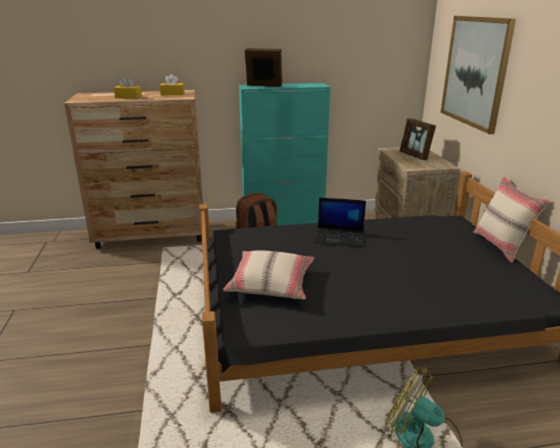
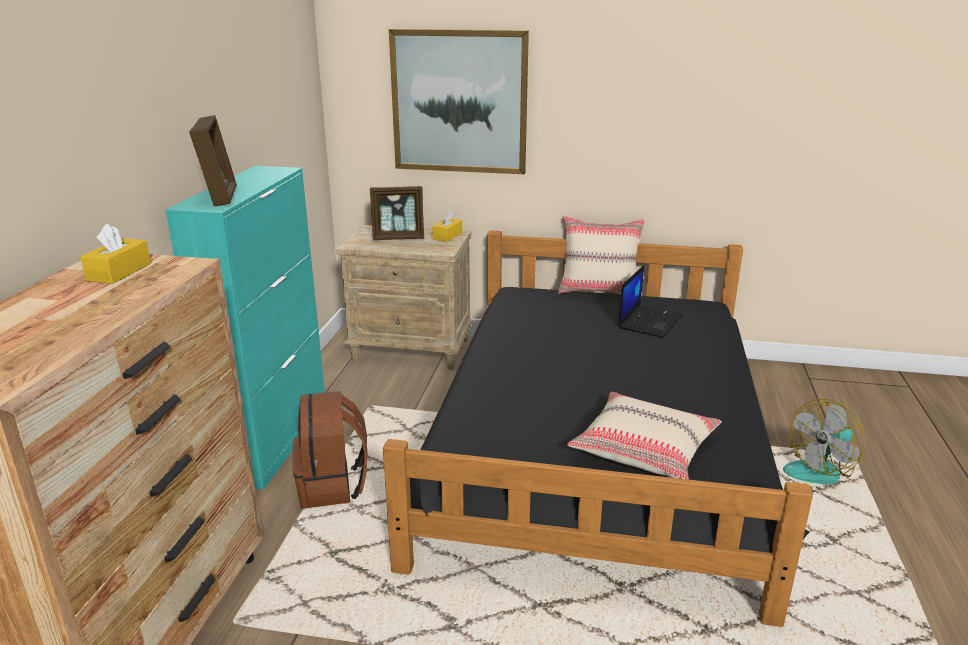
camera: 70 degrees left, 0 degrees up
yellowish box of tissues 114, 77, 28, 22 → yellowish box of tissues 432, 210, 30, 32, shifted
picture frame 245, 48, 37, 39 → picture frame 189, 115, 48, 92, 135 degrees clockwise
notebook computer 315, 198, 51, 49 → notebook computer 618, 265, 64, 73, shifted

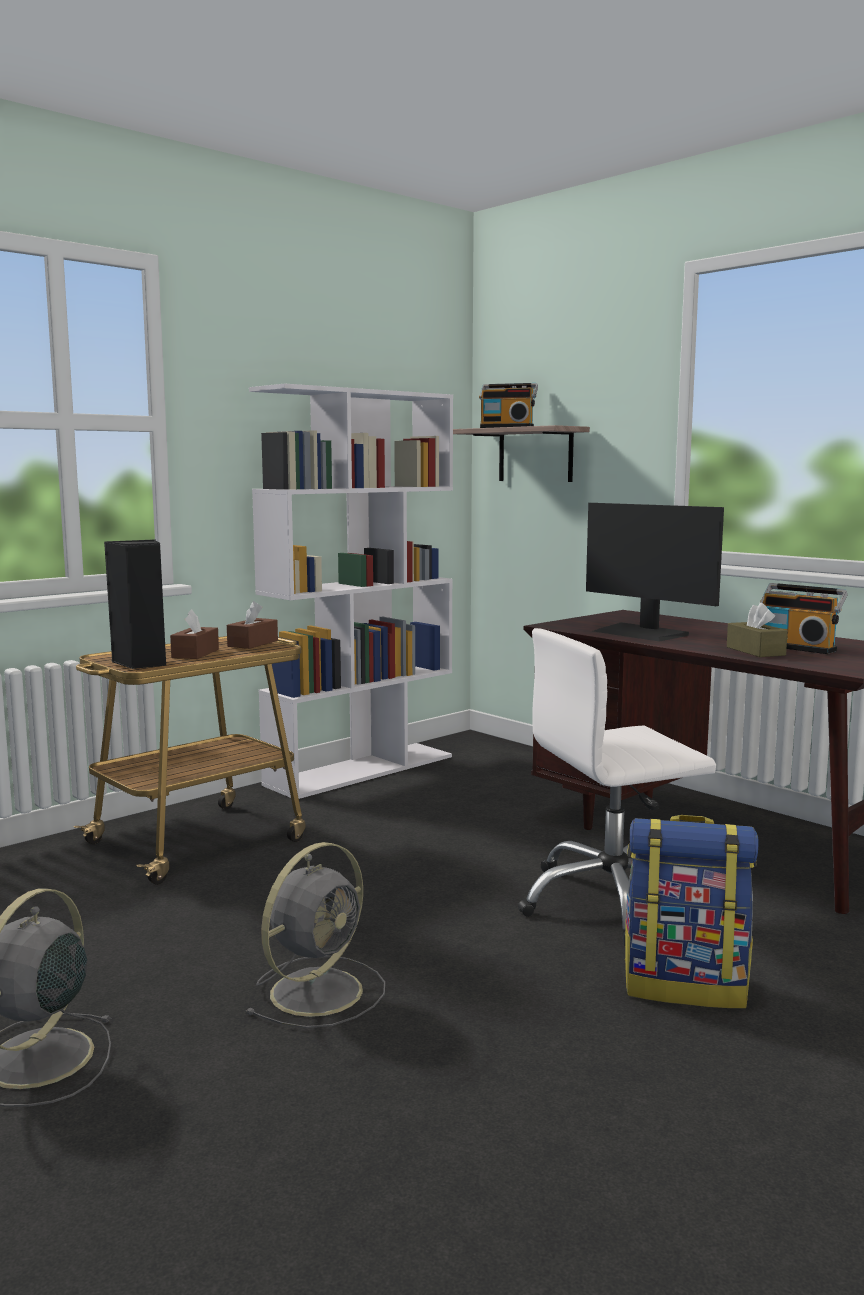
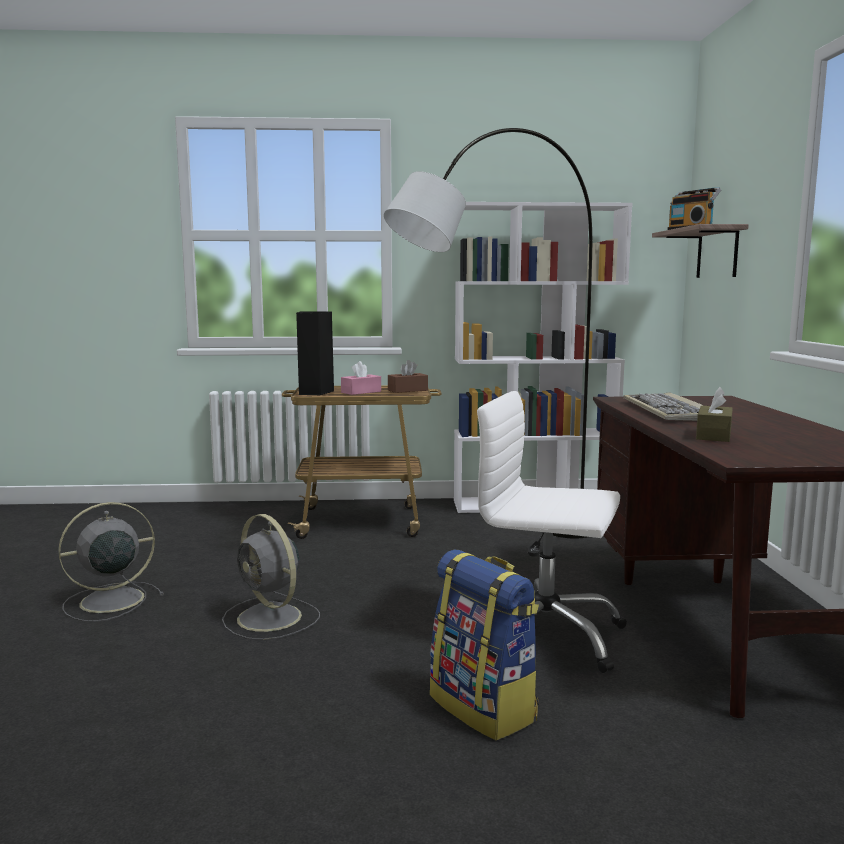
camera: 40 degrees right, 0 degrees up
brownish box of tissues 170, 609, 49, 50 → pink box of tissues 341, 361, 40, 34
greyish fan 245, 842, 140, 186 → greyish fan 222, 514, 98, 126, 60 degrees clockwise
computer screen 586, 503, 138, 139 → computer keyboard 623, 392, 81, 29
radio 760, 583, 88, 71 → -
- → greyish floor lamp 384, 128, 208, 411

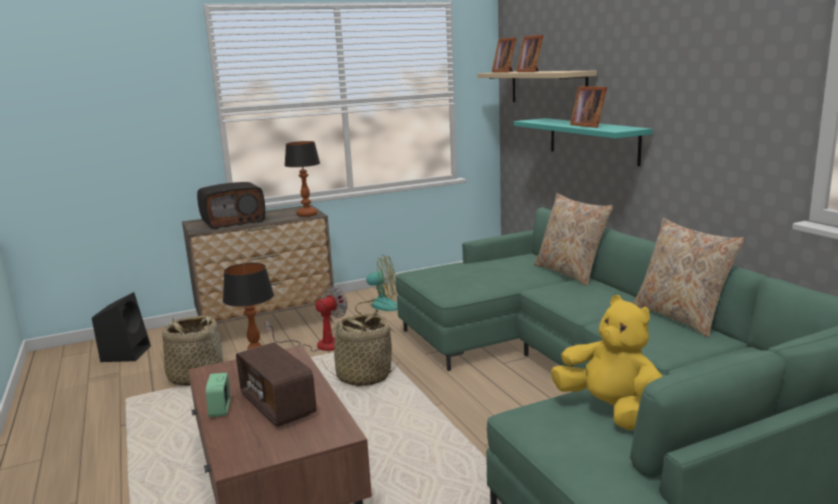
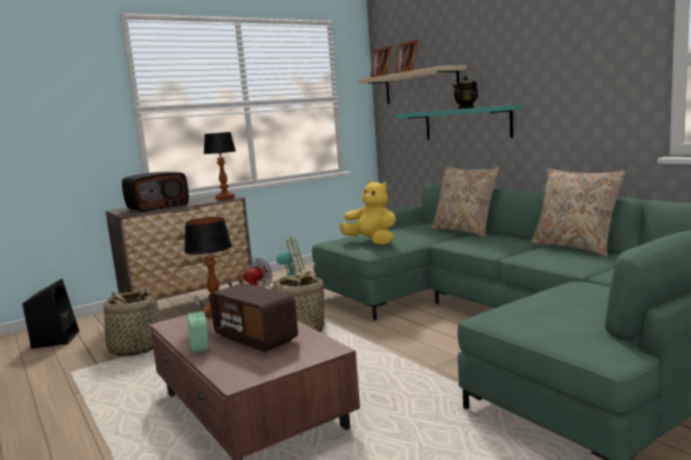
camera: 10 degrees left, 5 degrees down
yellowish soft toy 551, 295, 112, 135 → yellowish soft toy 340, 180, 56, 65, shifted
picture frame 570, 86, 37, 42 → pot for tea 453, 76, 25, 33

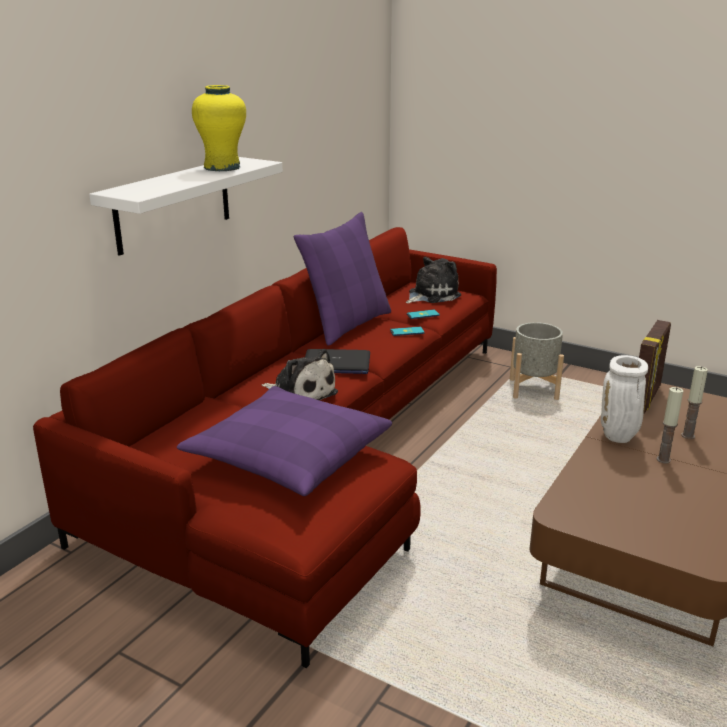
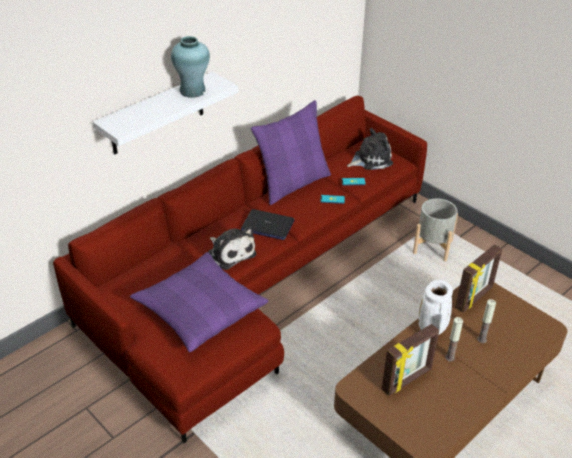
camera: 15 degrees right, 15 degrees up
yellowish flower vase 192, 85, 54, 86 → turquoise-coloured flower vase 171, 36, 39, 62
- → picture frame 382, 324, 57, 72

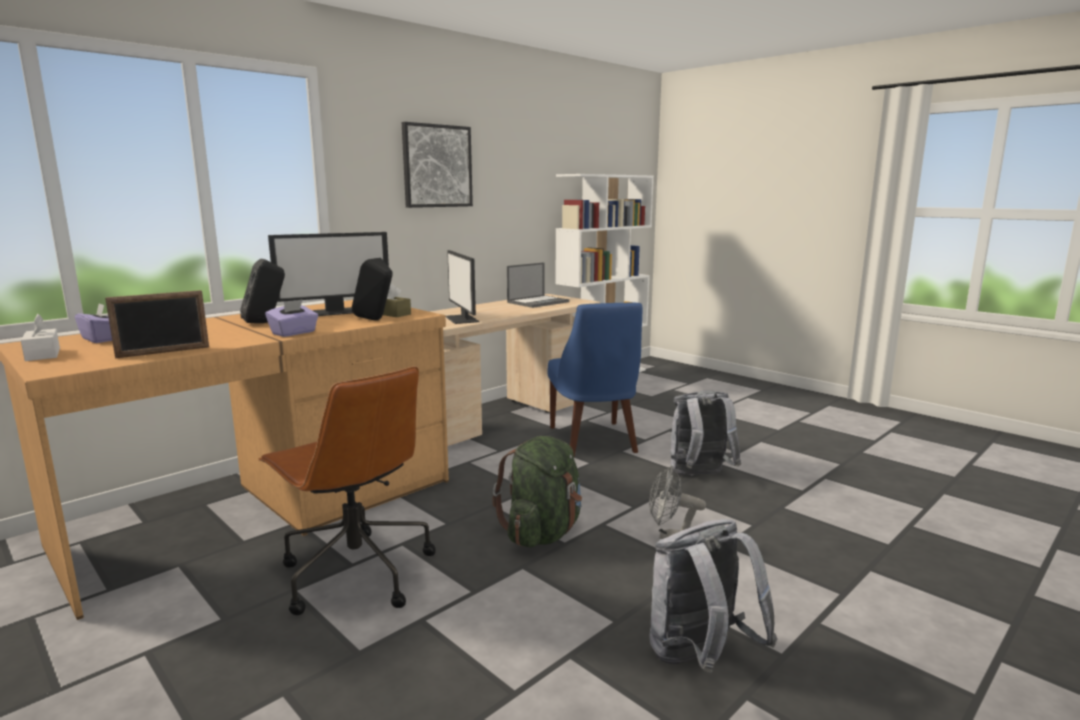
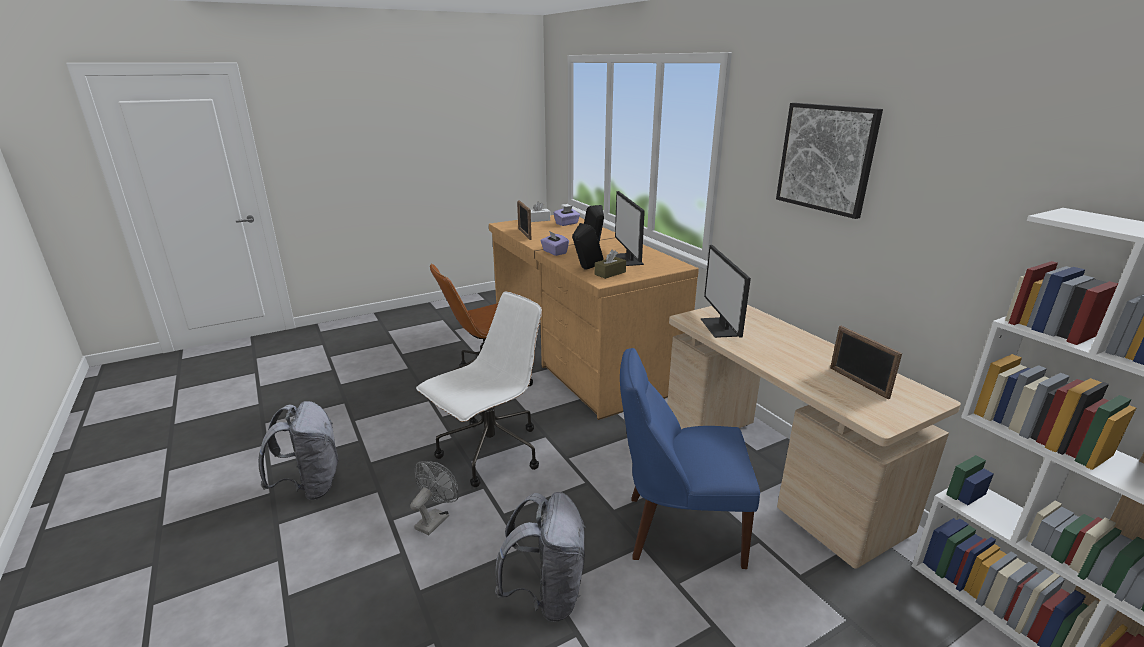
camera: 105 degrees right, 10 degrees up
computer screen 446, 250, 33, 74 → computer screen 701, 245, 50, 93, 90 degrees counterclockwise
green-coloured knapsack 492, 436, 90, 112 → whitish desk chair 416, 292, 126, 195
notebook computer 507, 262, 62, 46 → picture frame 830, 326, 72, 73

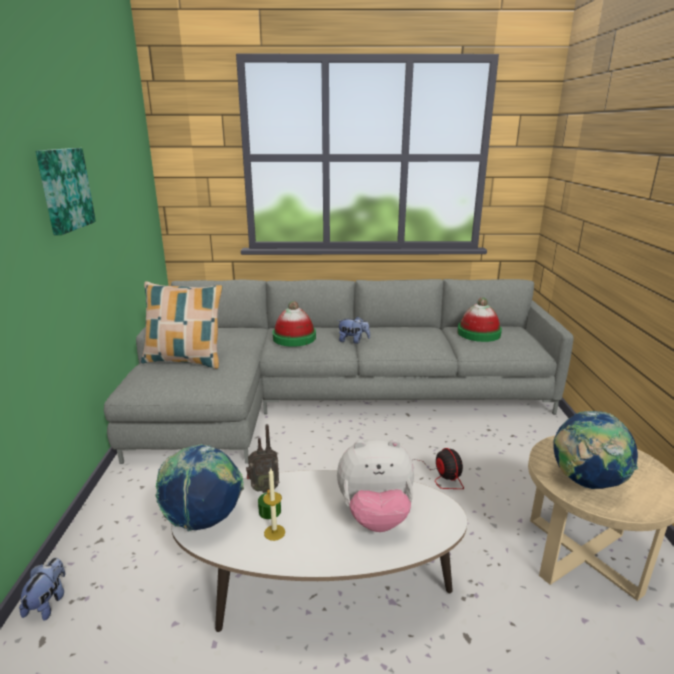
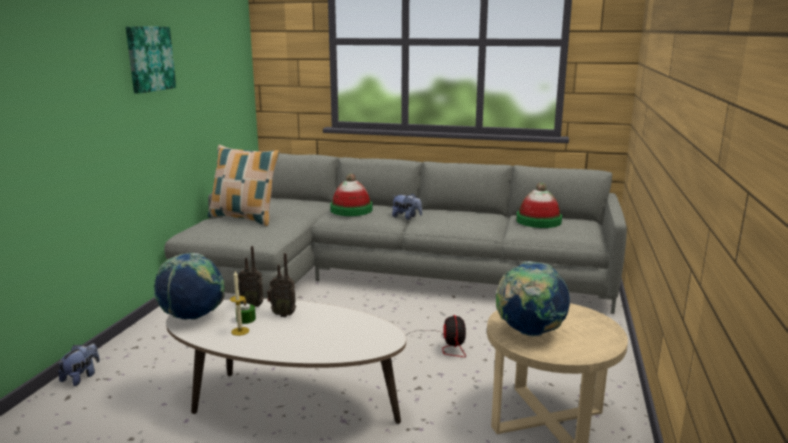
camera: 15 degrees right, 5 degrees down
soft toy 337, 438, 77, 94 → -
- → radio 267, 253, 29, 64

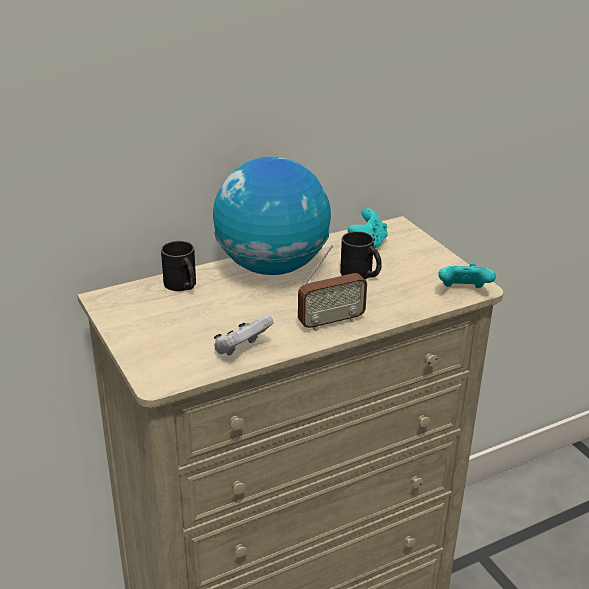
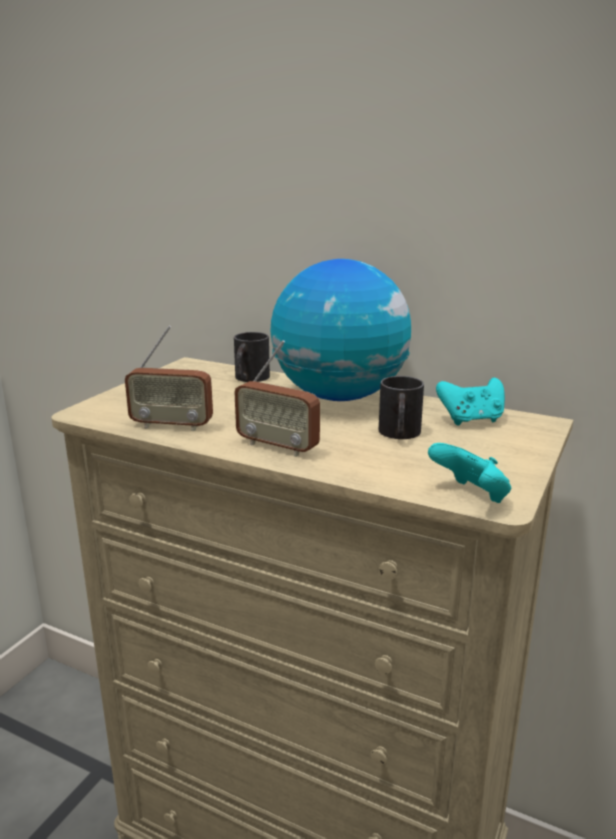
camera: 55 degrees right, 10 degrees down
whitish gamepad 214, 315, 59, 41 → radio 125, 326, 88, 105

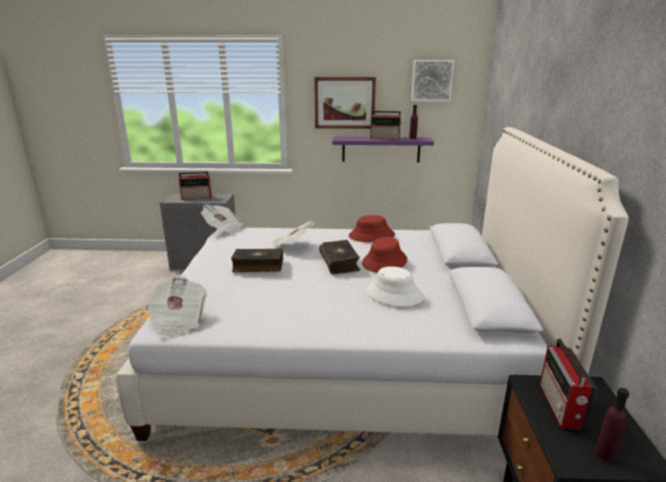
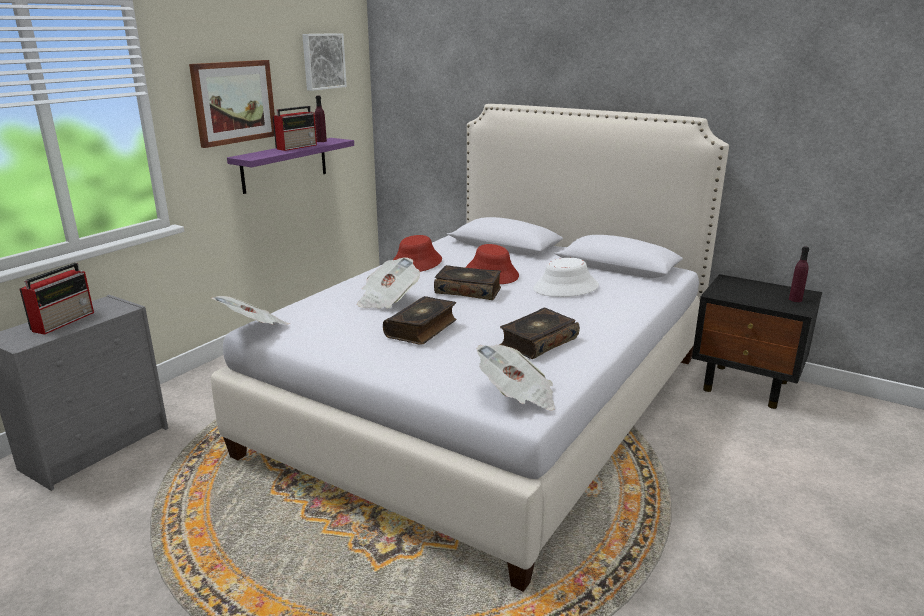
camera: 60 degrees left, 0 degrees up
radio 540, 338, 57, 92 → -
- → bound book 499, 308, 81, 51

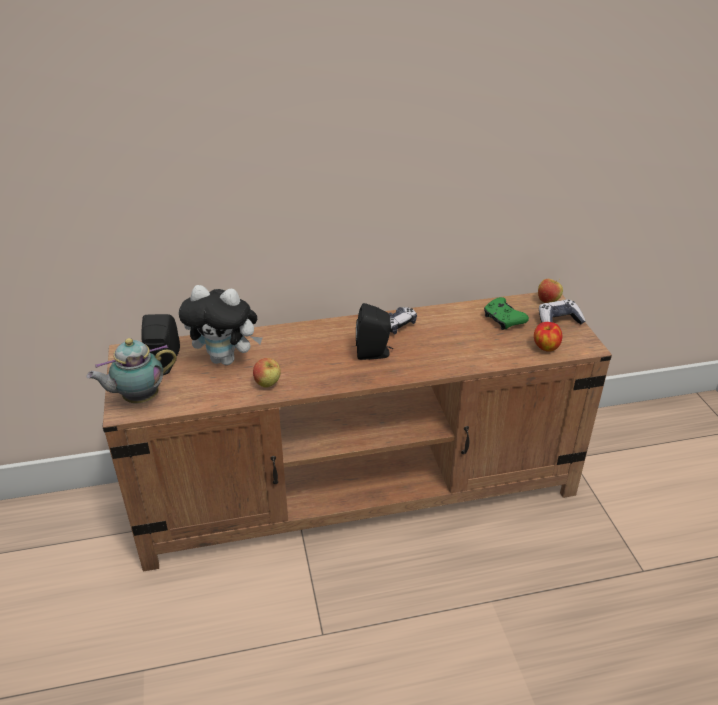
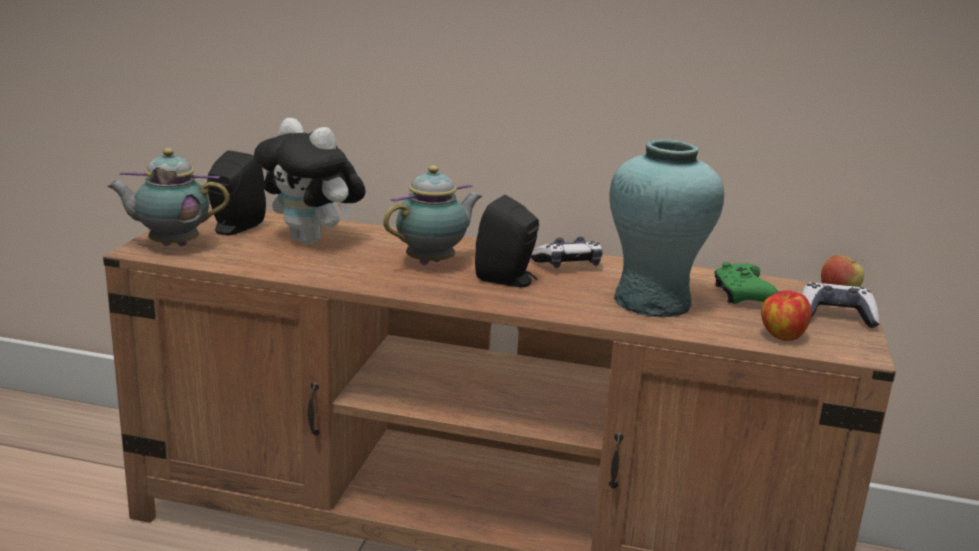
camera: 25 degrees right, 15 degrees down
apple fruit 253, 358, 28, 30 → -
- → pot for tea 383, 165, 99, 100
- → turquoise-coloured flower vase 609, 139, 115, 178

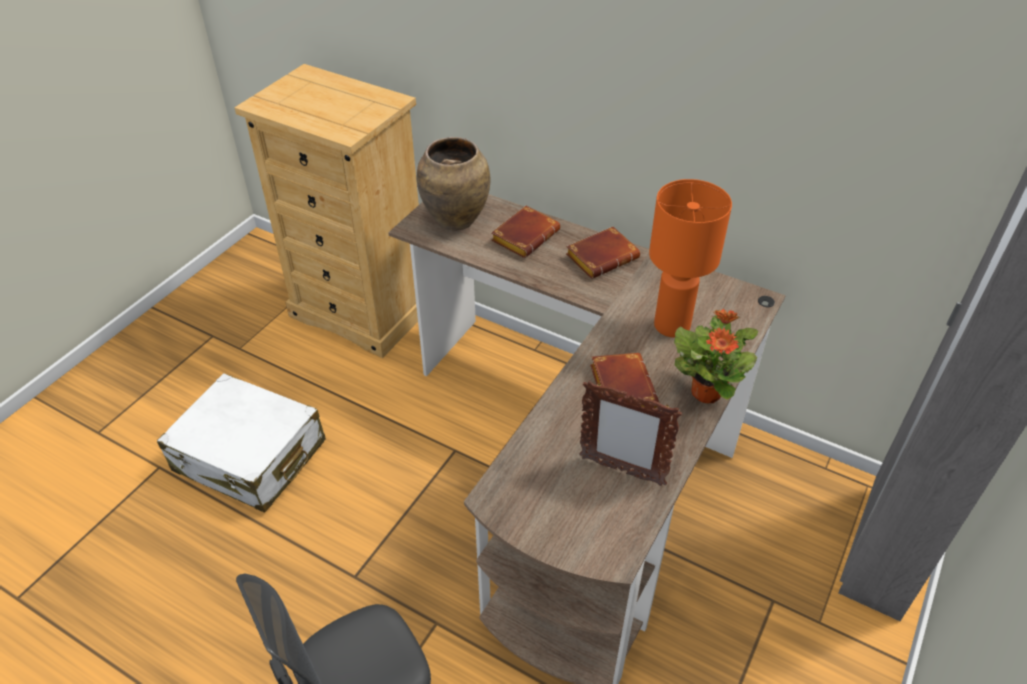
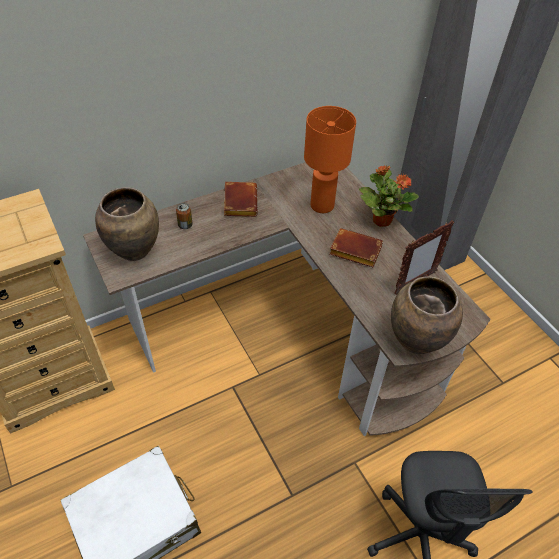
camera: 60 degrees left, 5 degrees up
brownish bound book 491, 206, 69, 52 → metal can 176, 203, 17, 26
- → brownish flower vase 391, 276, 72, 78

